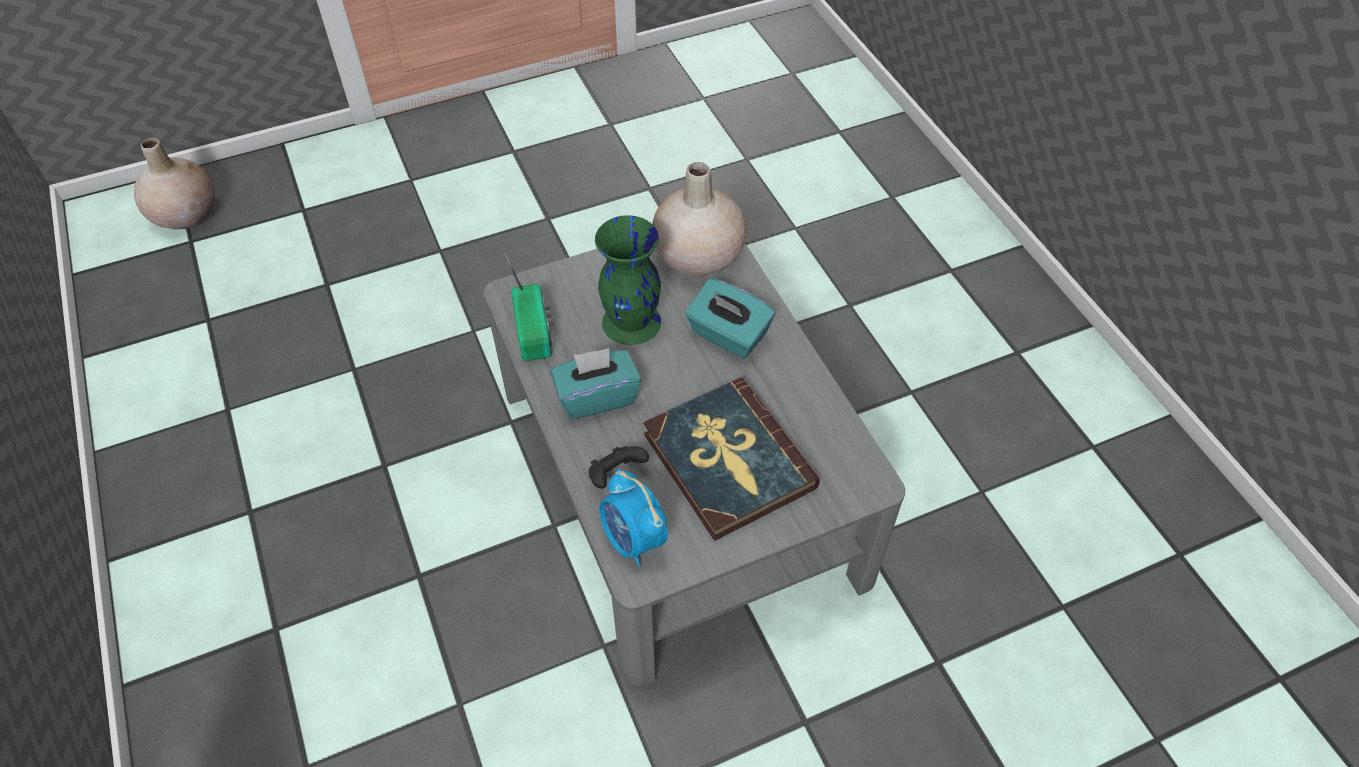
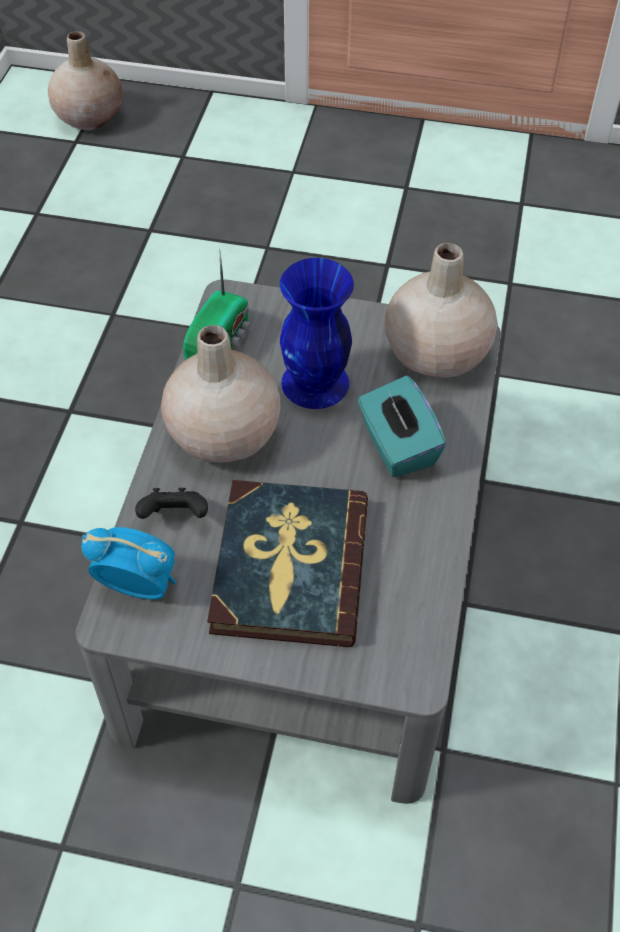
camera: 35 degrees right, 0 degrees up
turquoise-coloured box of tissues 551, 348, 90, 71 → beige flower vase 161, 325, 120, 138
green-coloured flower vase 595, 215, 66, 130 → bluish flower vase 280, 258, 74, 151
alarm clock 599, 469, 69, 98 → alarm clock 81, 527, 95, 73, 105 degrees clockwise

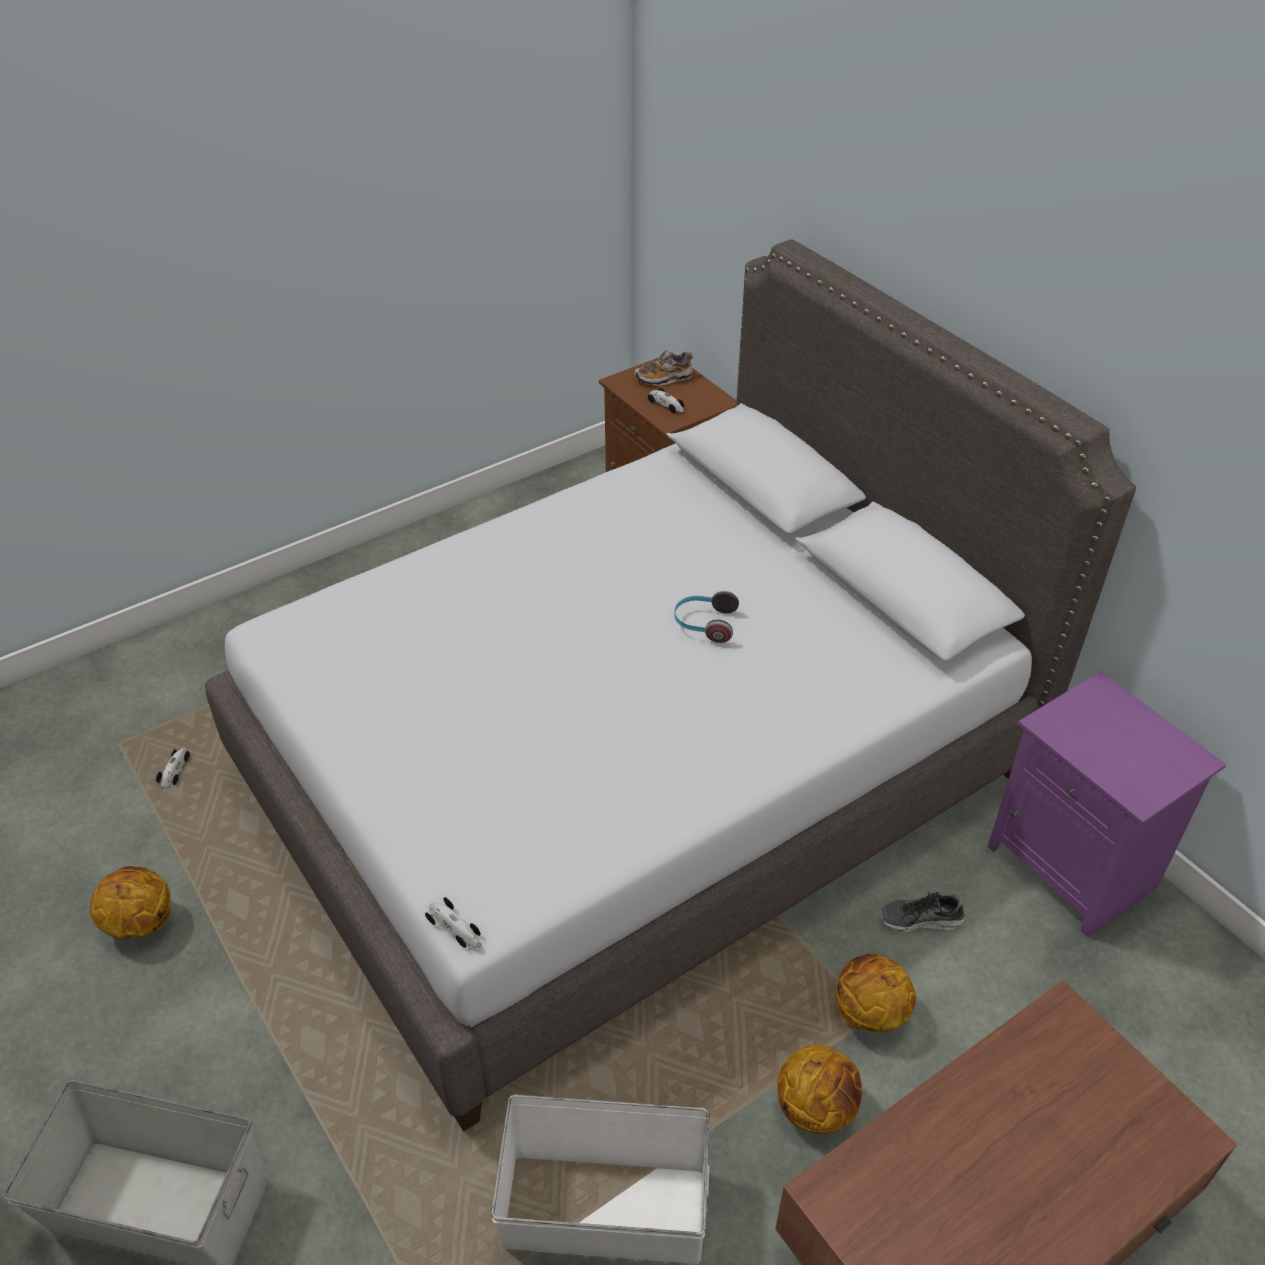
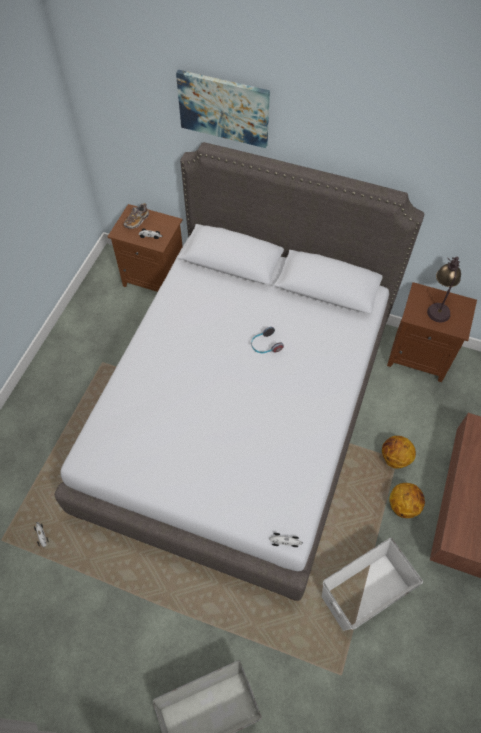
camera: 35 degrees left, 15 degrees up
basketball ball 90, 866, 81, 73 → -
shoe 880, 892, 85, 40 → -
purple-coloured nightstand 987, 671, 239, 266 → brownish nightstand 387, 282, 90, 100
- → picture 176, 70, 94, 78
- → tabletop lamp 427, 257, 34, 65

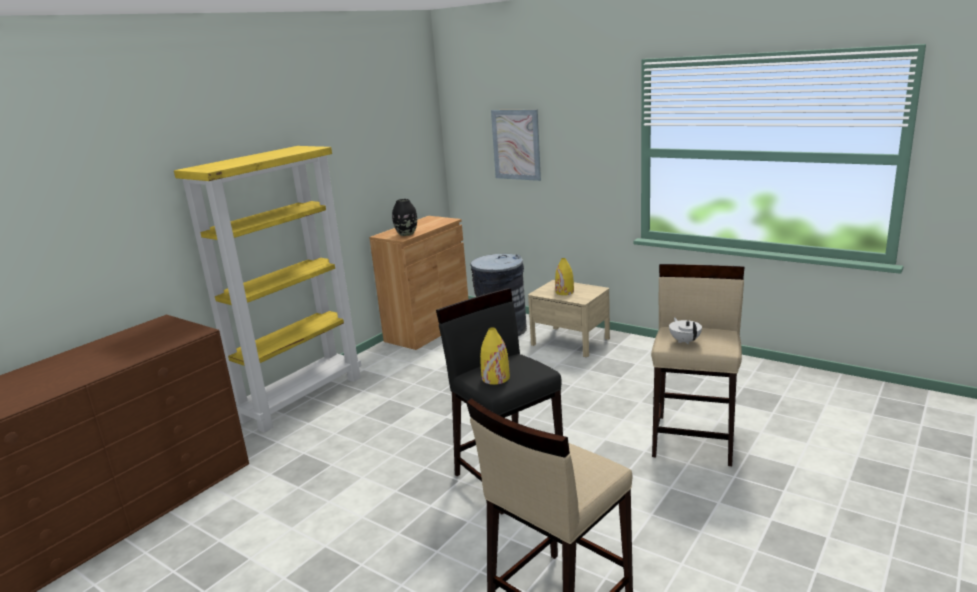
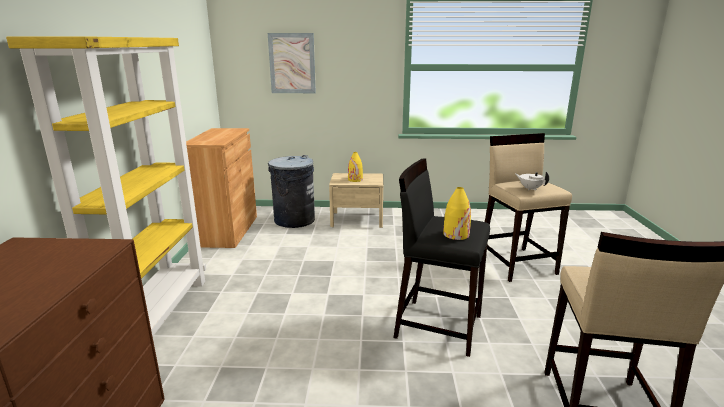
camera: 35 degrees left, 0 degrees up
black-coloured flower vase 392, 199, 25, 37 → -

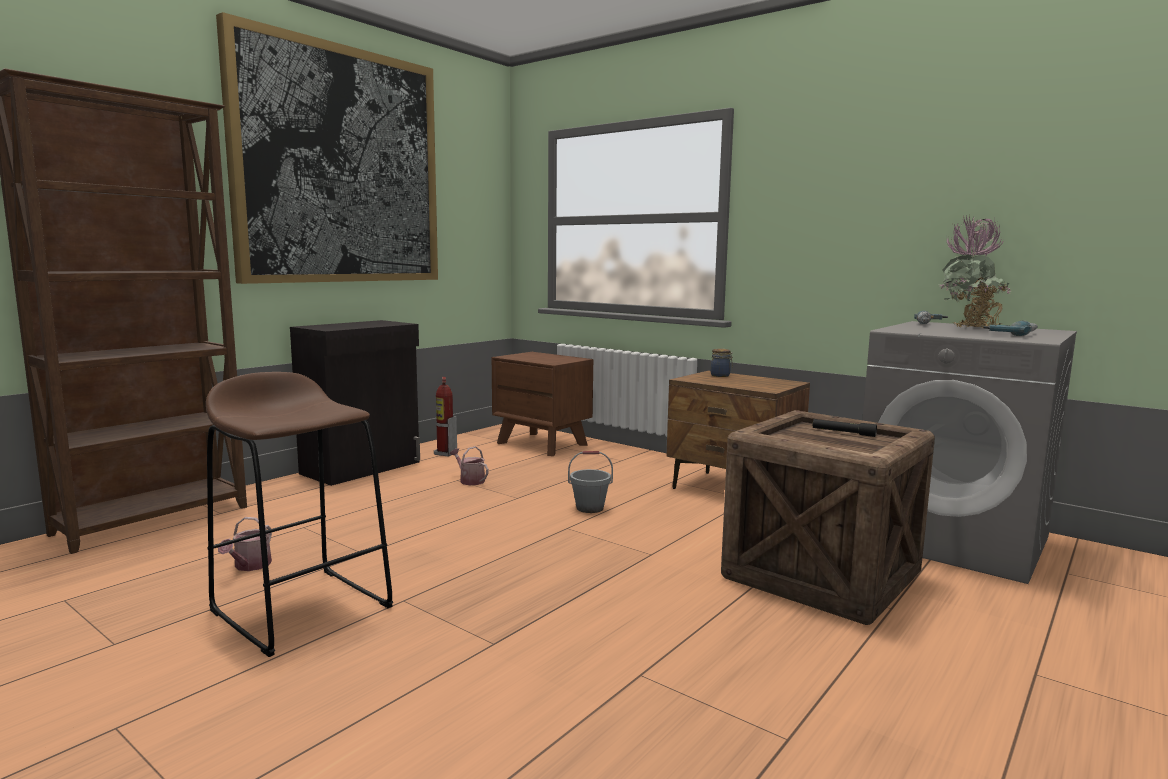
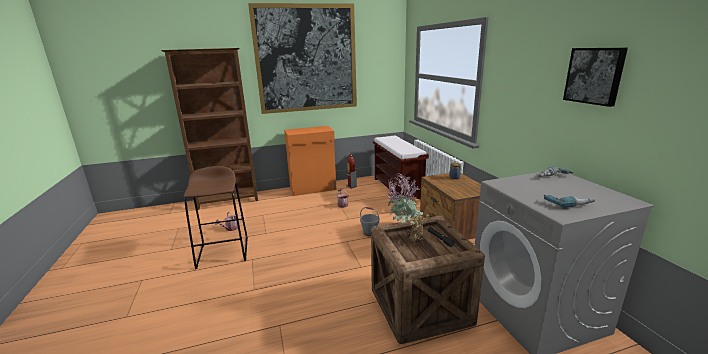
camera: 35 degrees right, 10 degrees up
black-coloured cupboard 290, 320, 130, 166 → orangey cupboard 284, 126, 53, 70
brownish nightstand 492, 352, 101, 104 → brownish bench 373, 136, 56, 63
plant in a pot 940, 215, 71, 113 → plant in a pot 387, 173, 43, 71, shifted
- → picture 563, 48, 65, 59

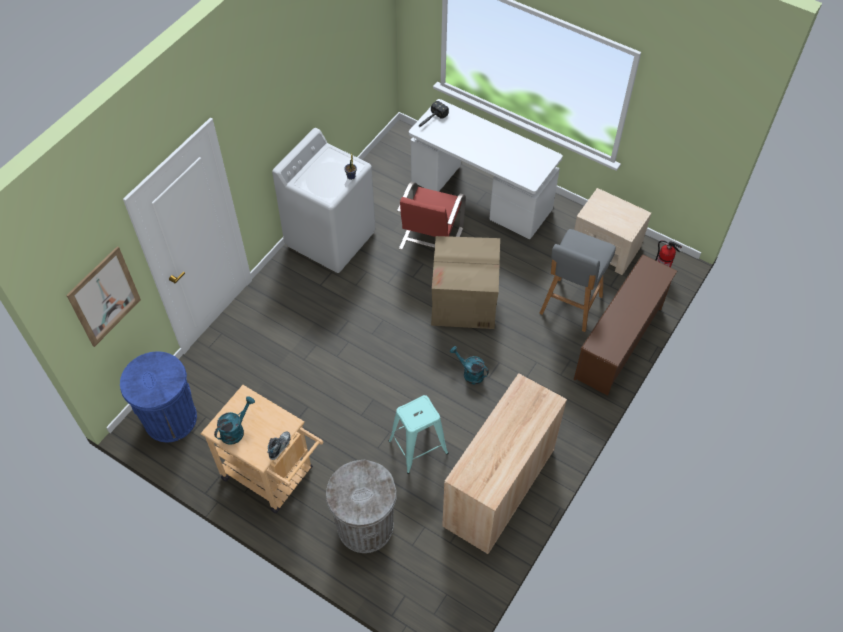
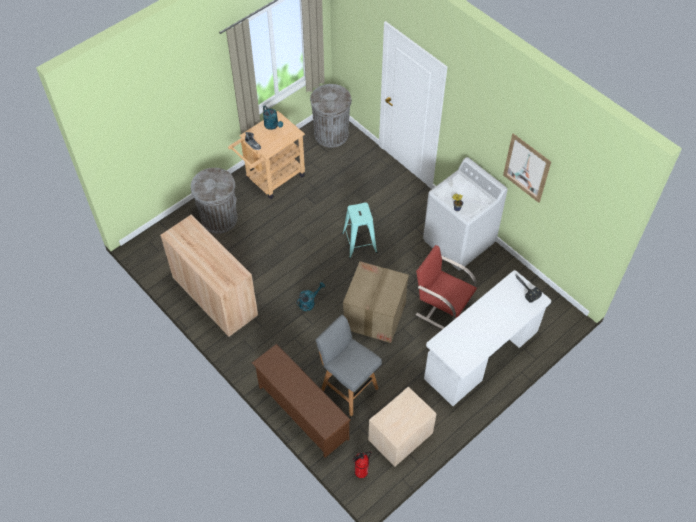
camera: 105 degrees right, 0 degrees up
picture 66, 246, 75, 101 → picture 503, 134, 48, 69, shifted
bluish waste bin 120, 351, 77, 91 → greyish waste bin 310, 84, 42, 64
turquoise-coloured stool 389, 395, 59, 79 → turquoise-coloured stool 342, 202, 35, 56, shifted

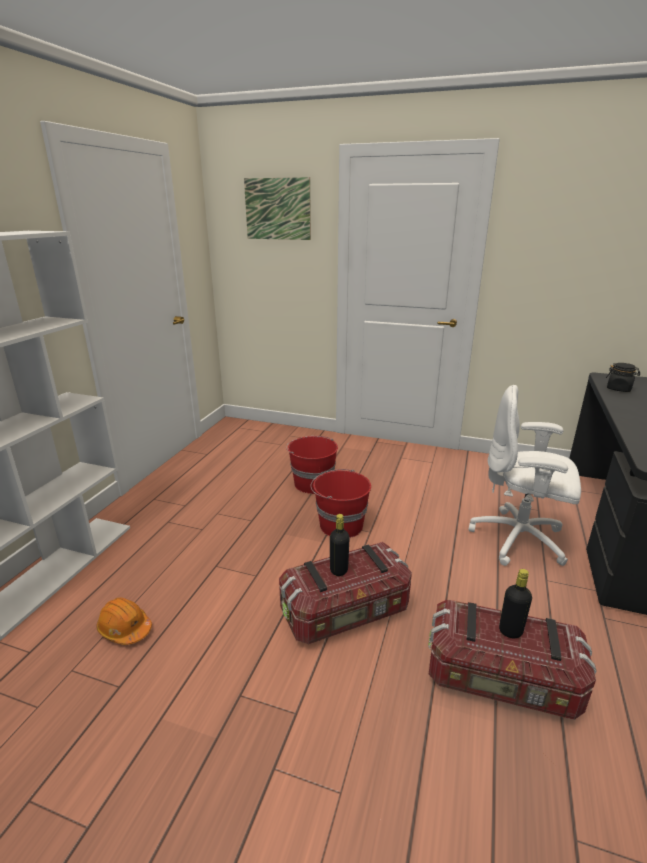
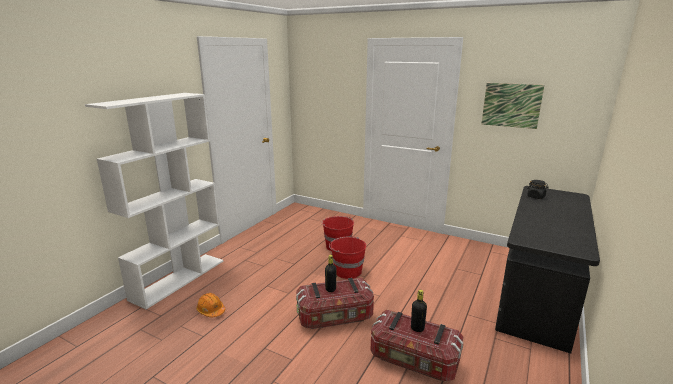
camera: 10 degrees right, 5 degrees down
picture 244, 177, 67, 63 → picture 482, 83, 62, 46, shifted
whitish desk chair 469, 385, 112, 181 → -

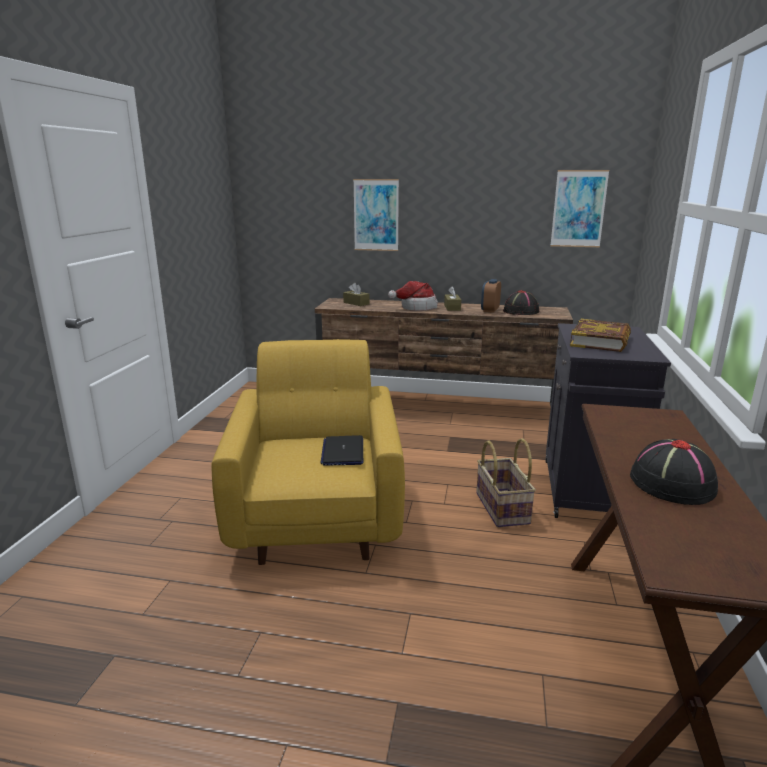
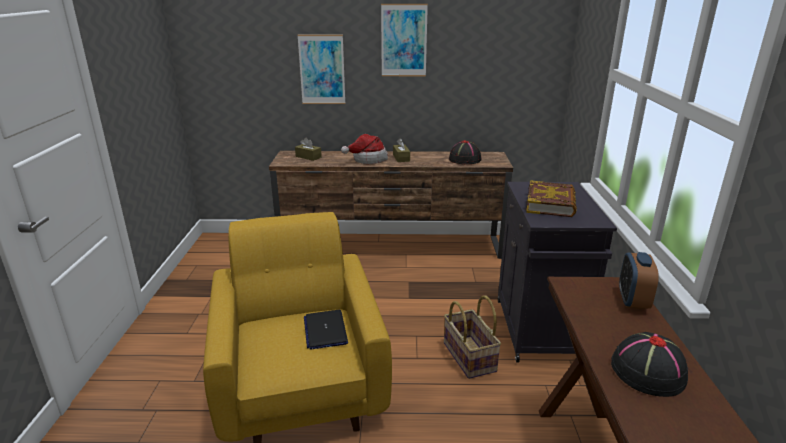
camera: 10 degrees left, 5 degrees up
alarm clock 481, 279, 20, 34 → alarm clock 619, 252, 40, 58, shifted
picture 550, 170, 59, 77 → picture 381, 4, 47, 72, shifted

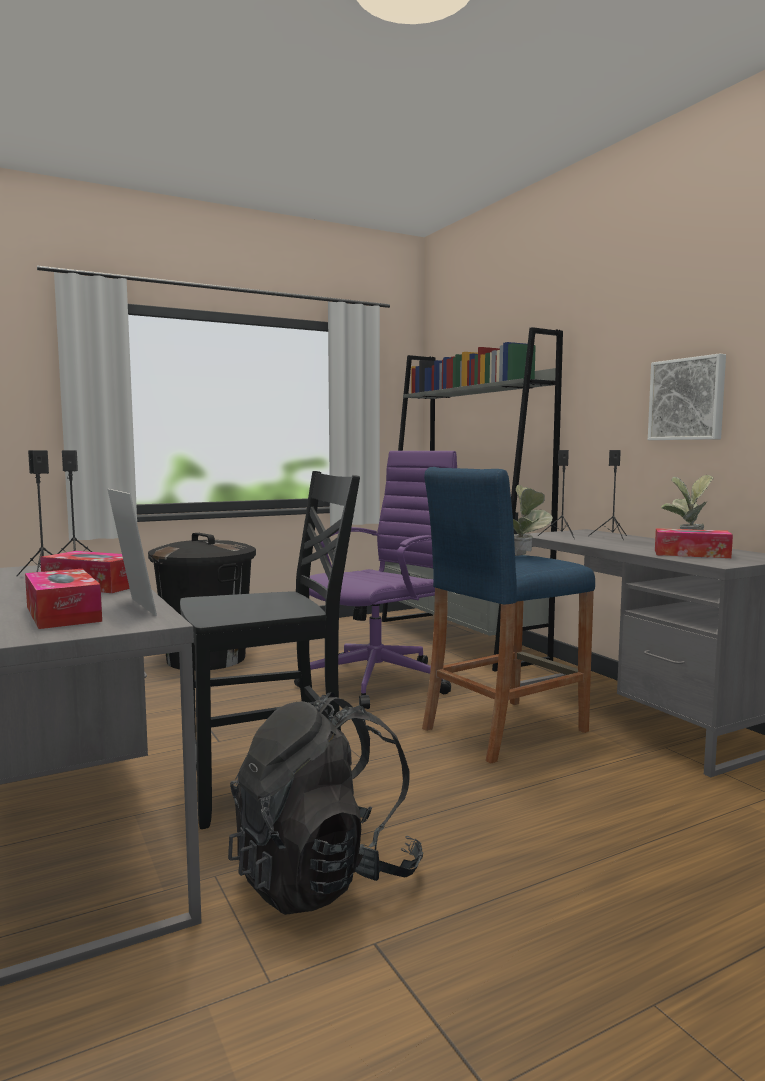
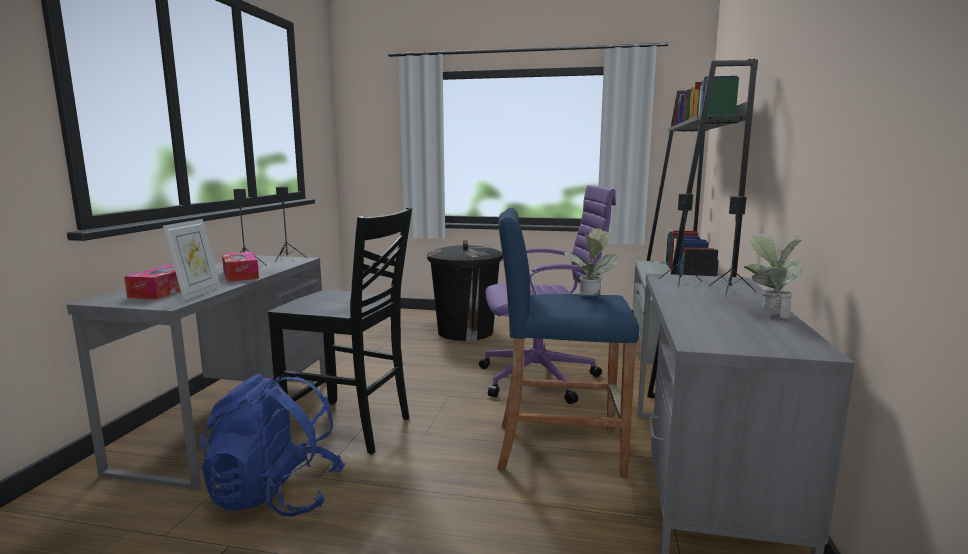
camera: 40 degrees right, 5 degrees up
black-coloured knapsack 228, 692, 195, 223 → bluish knapsack 200, 374, 145, 143
picture 648, 354, 78, 86 → -
box of tissues 655, 528, 78, 30 → -

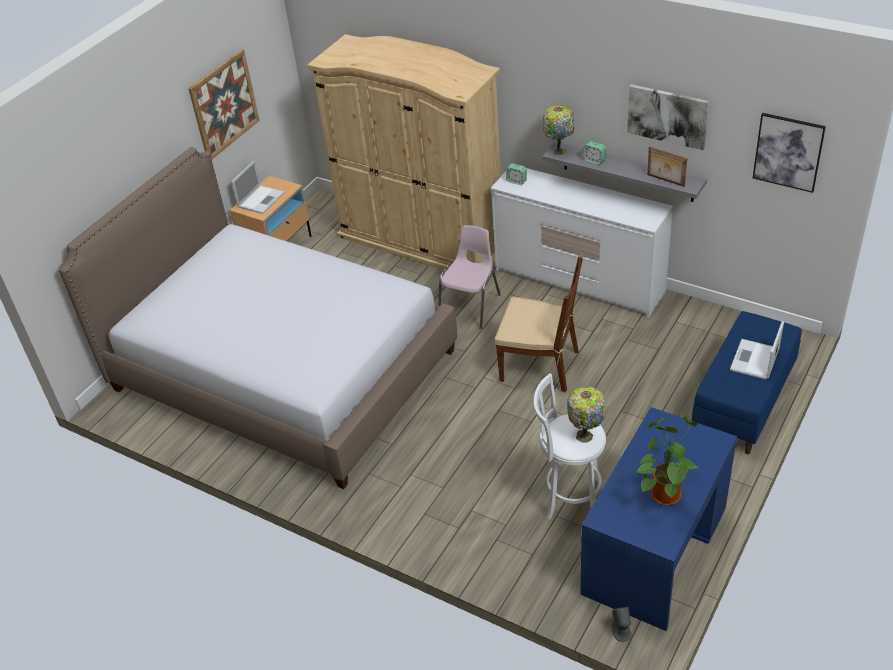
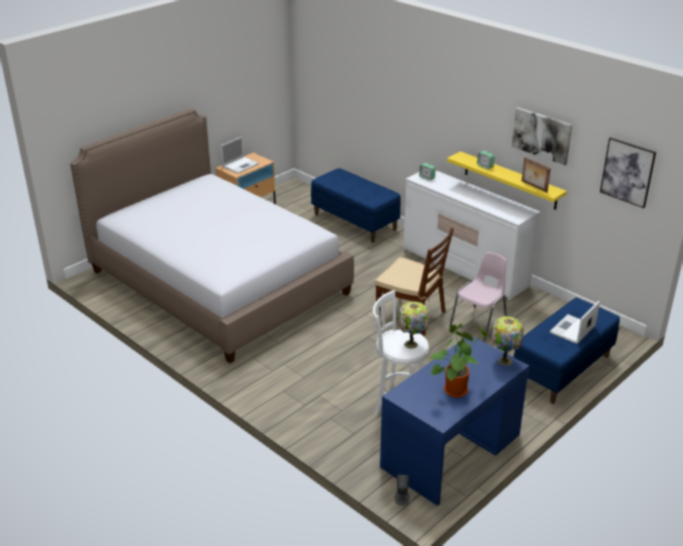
camera: 10 degrees right, 10 degrees down
picture 188, 49, 72, 110 → -
beige wardrobe 307, 34, 194, 236 → bluish bench 311, 168, 90, 75
pink plain chair 438, 225, 63, 104 → pink plain chair 449, 252, 58, 90, shifted
tabletop lamp 543, 105, 31, 50 → tabletop lamp 491, 316, 32, 50, shifted
greyish shelf 543, 142, 164, 60 → yellowish shelf 447, 151, 120, 59

